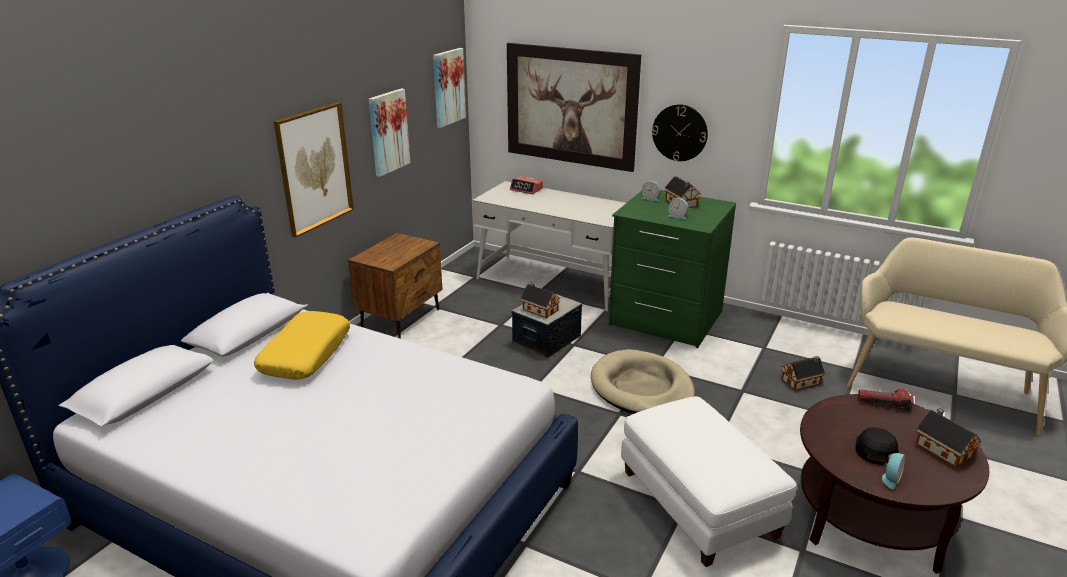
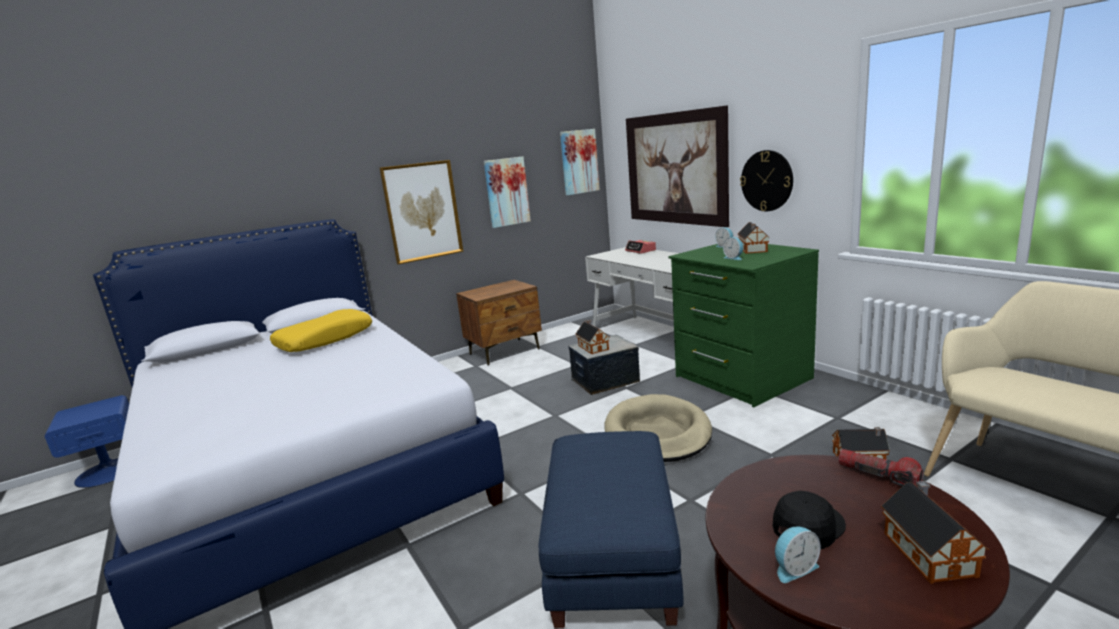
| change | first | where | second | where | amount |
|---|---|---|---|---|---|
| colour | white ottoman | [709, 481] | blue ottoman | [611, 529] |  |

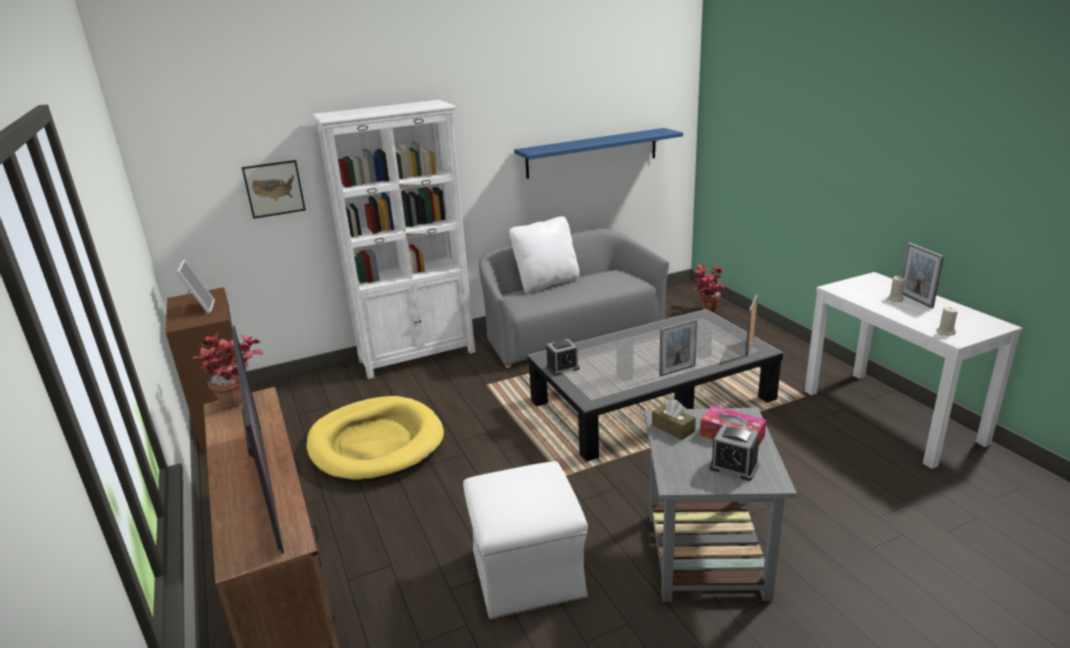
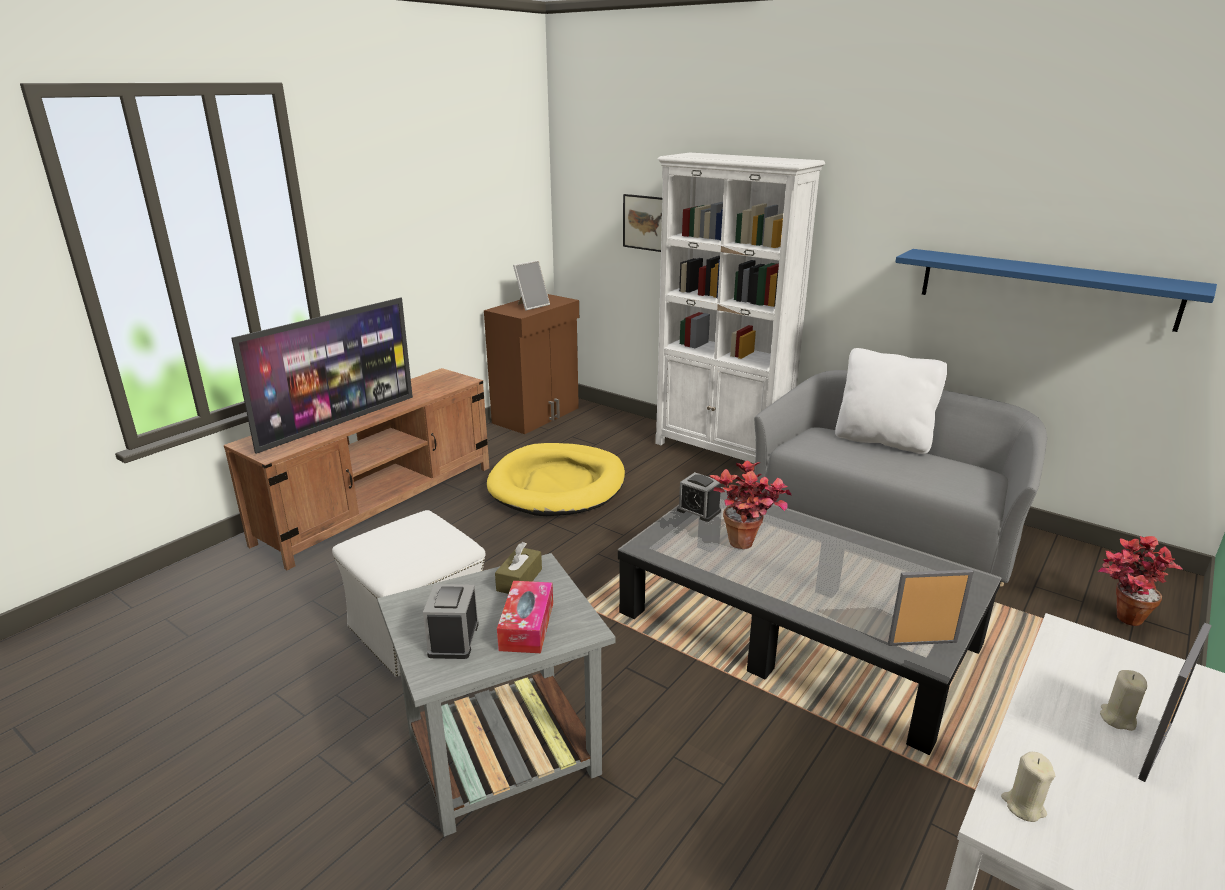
| change | first | where | second | where | amount |
|---|---|---|---|---|---|
| missing | picture frame | [678, 347] |  |  |  |
| relocated | potted plant | [228, 370] |  | [750, 504] |  |

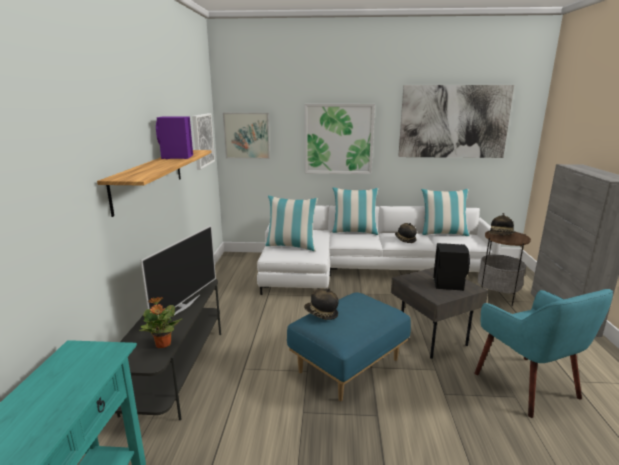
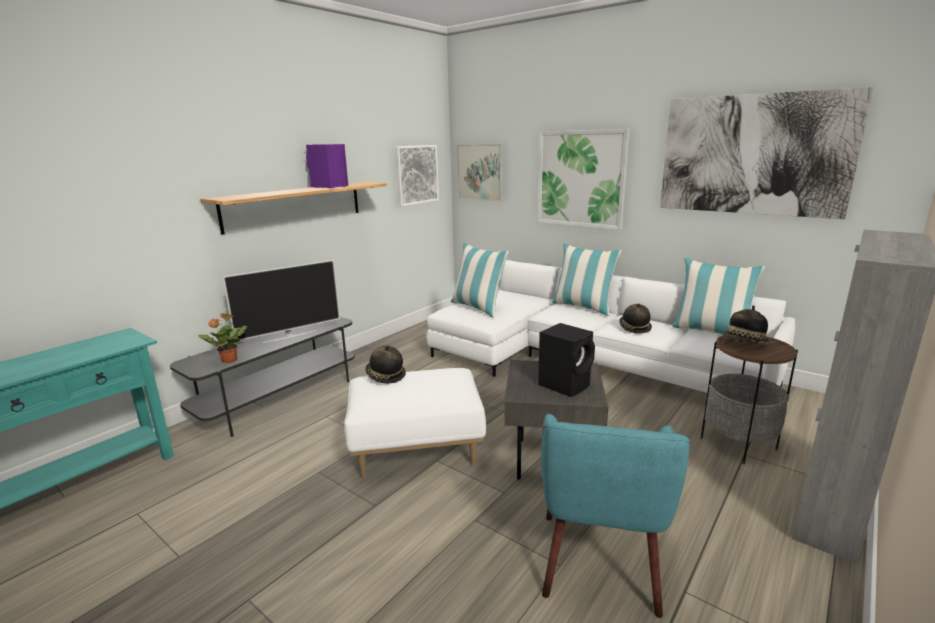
| change | first | where | second | where | amount |
|---|---|---|---|---|---|
| colour | blue ottoman | [349, 346] | white ottoman | [415, 423] |  |

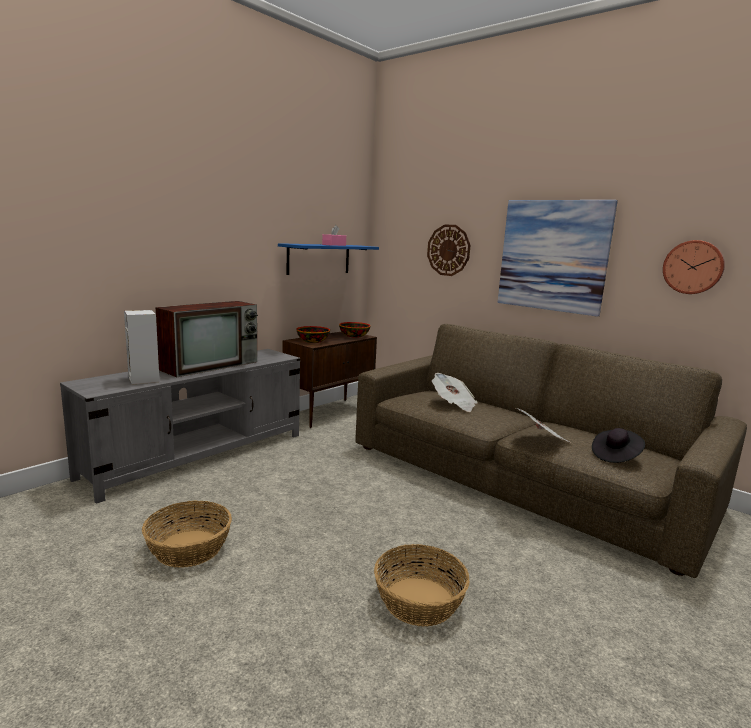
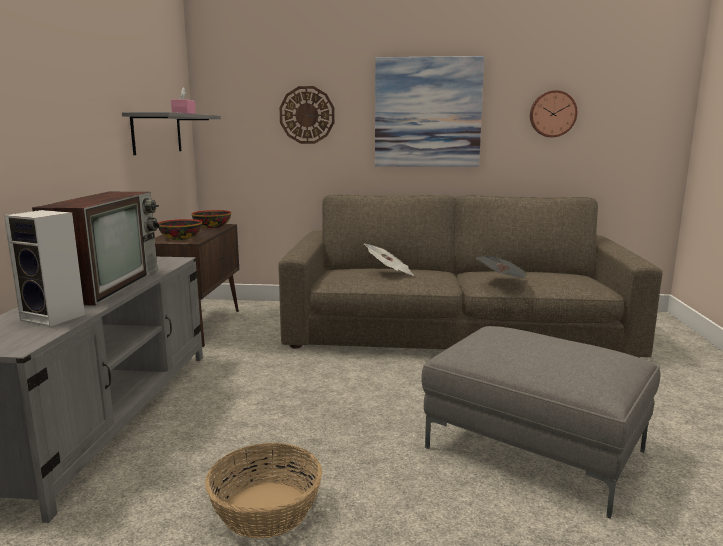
| change | first | where | second | where | amount |
|---|---|---|---|---|---|
| colour | blue shelf | [328, 259] | grey shelf | [171, 133] |  |
| missing | black hat | [618, 445] |  |  |  |
| exchanged | basket | [422, 585] | grey ottoman | [540, 422] |  |

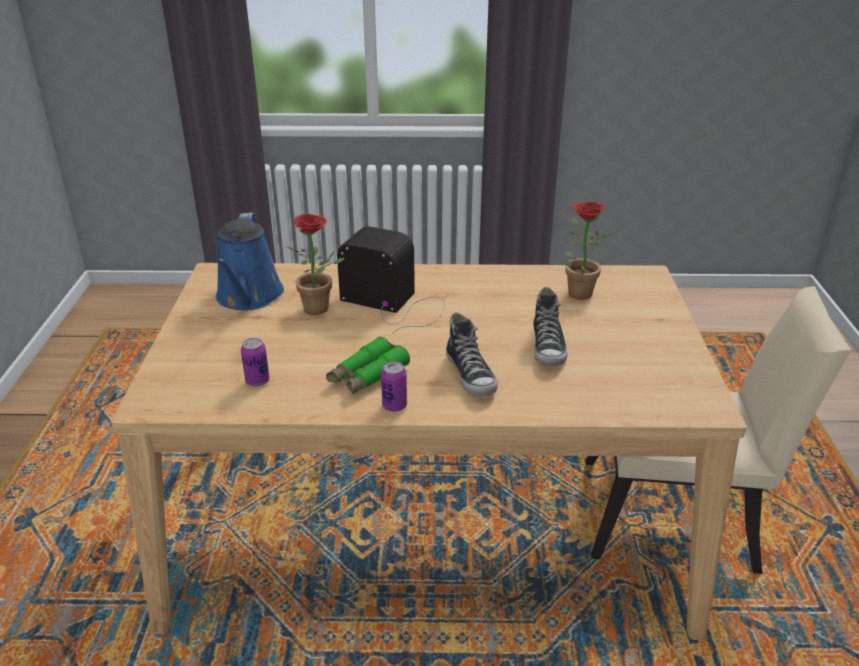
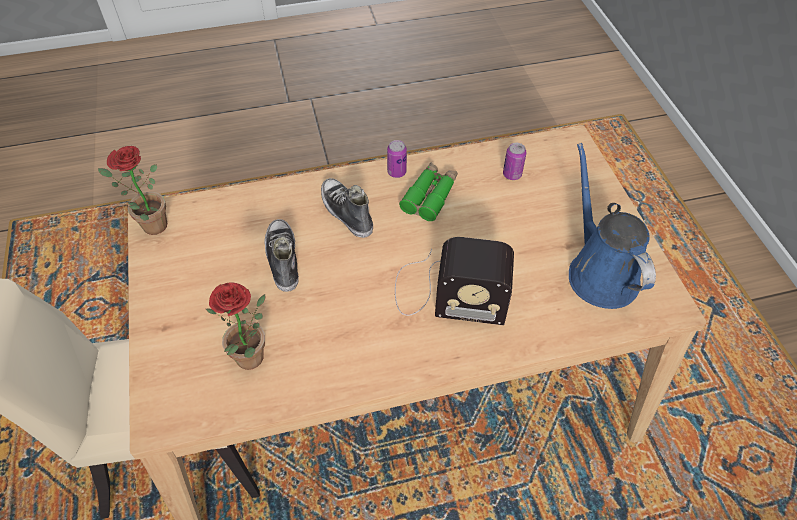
| change | first | where | second | where | amount |
|---|---|---|---|---|---|
| relocated | potted plant | [315, 264] |  | [132, 190] |  |

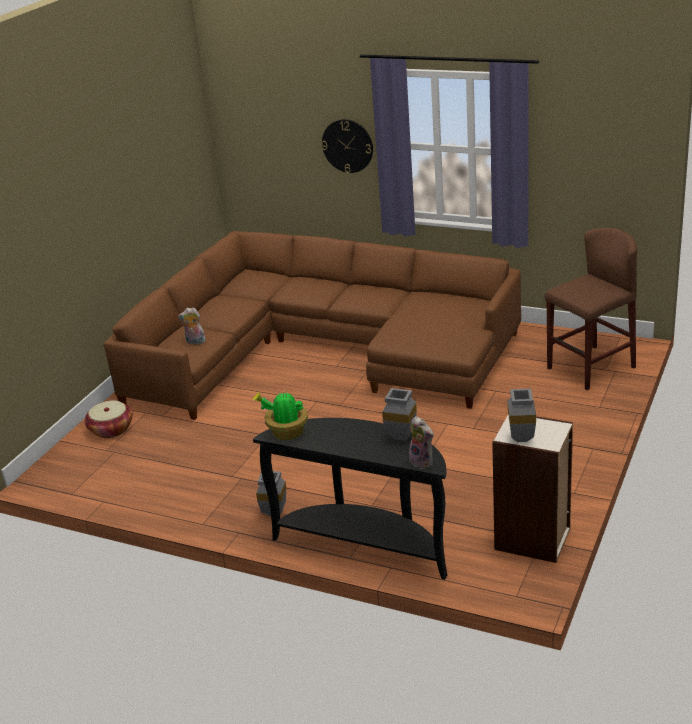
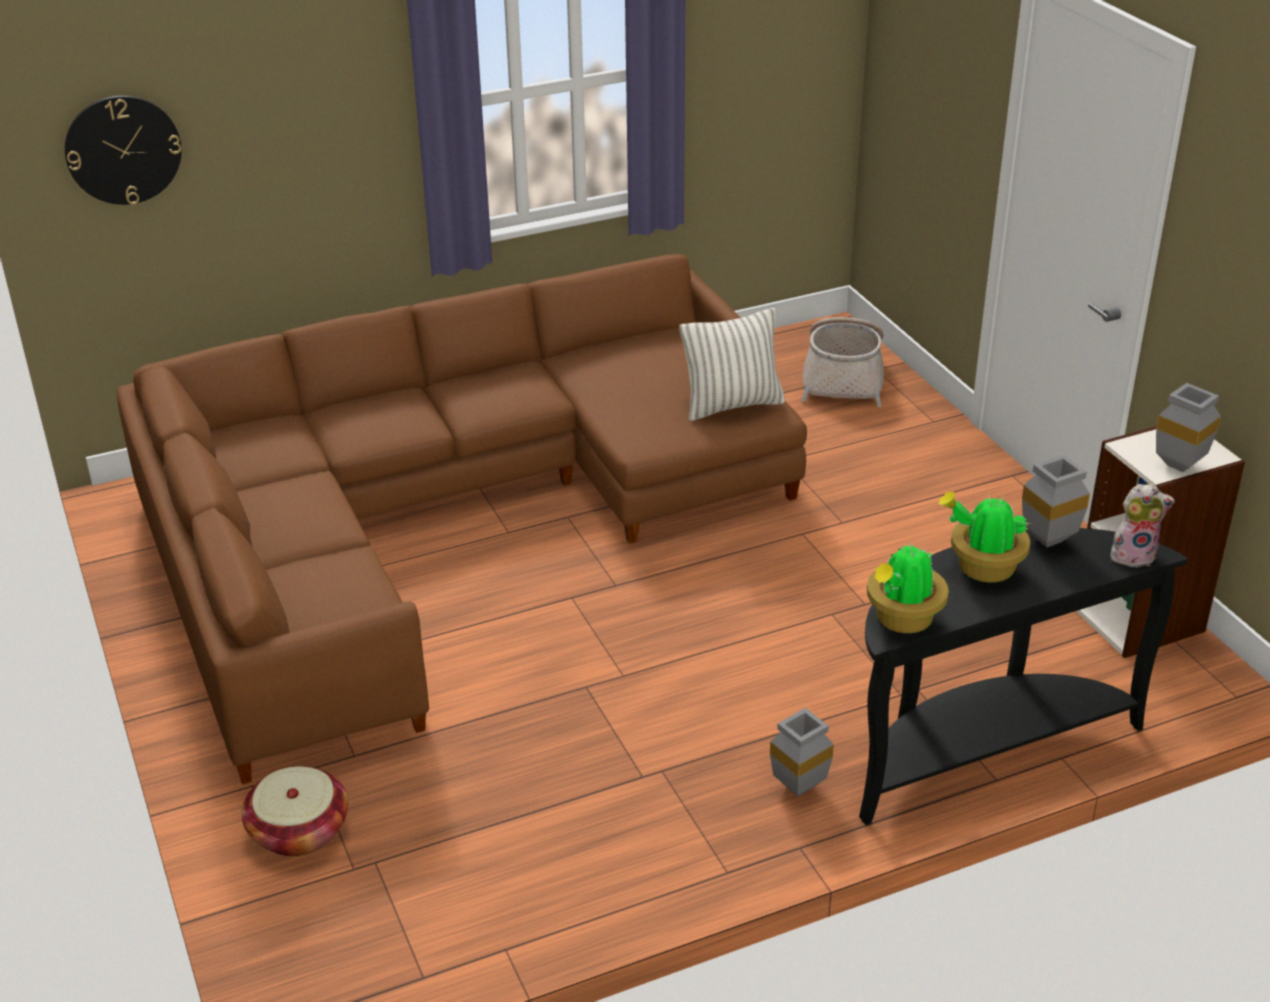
| change | first | where | second | where | amount |
|---|---|---|---|---|---|
| relocated | wall clock | [347, 146] |  | [123, 150] |  |
| exchanged | brown stool | [591, 309] | basket | [842, 362] |  |
| missing | plush toy | [192, 326] |  |  |  |
| appeared |  |  | pillow | [732, 364] |  |
| appeared |  |  | potted plant | [984, 537] |  |

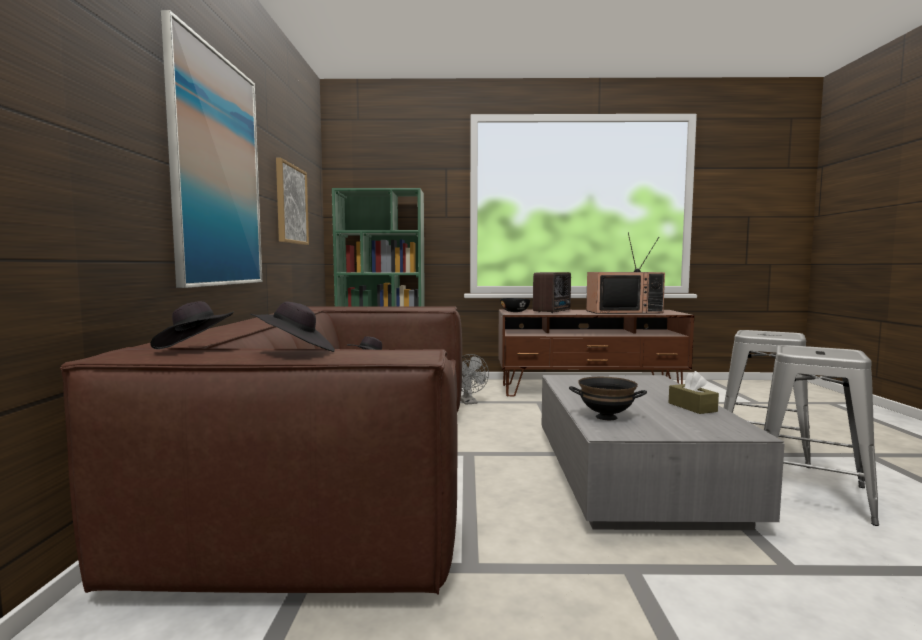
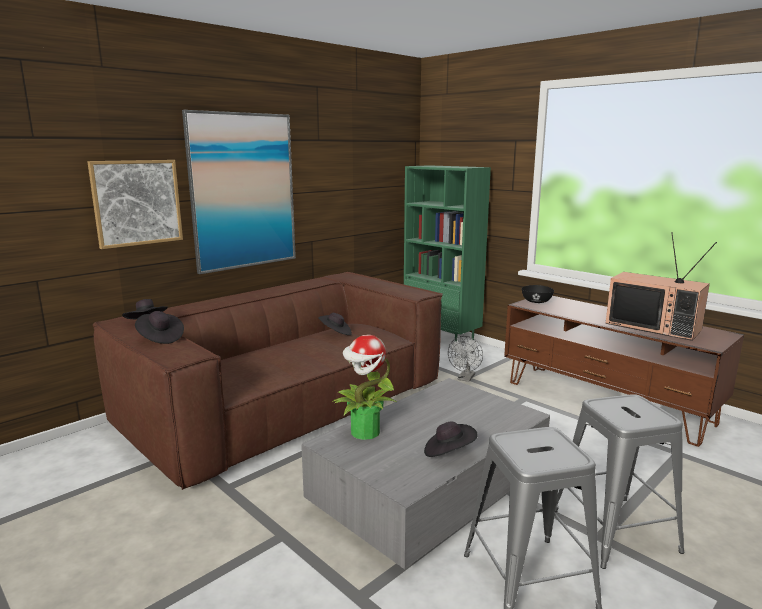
| change | first | where | second | where | amount |
|---|---|---|---|---|---|
| relocated | picture | [292, 201] |  | [135, 204] |  |
| missing | radio | [552, 292] |  |  |  |
| exchanged | brown tissue box | [694, 392] | black hat | [451, 439] |  |
| exchanged | black bowl | [608, 398] | potted plant | [364, 387] |  |

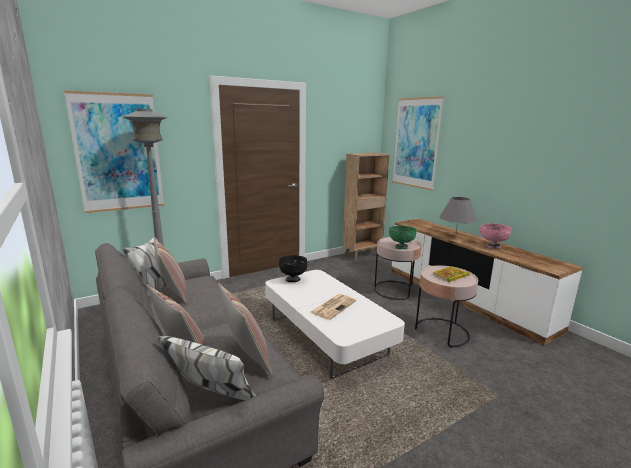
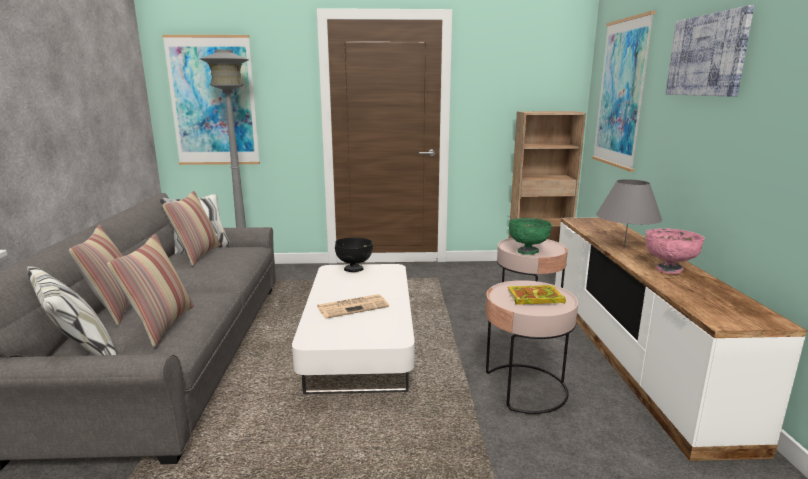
| change | first | where | second | where | amount |
|---|---|---|---|---|---|
| appeared |  |  | picture | [709, 50] |  |

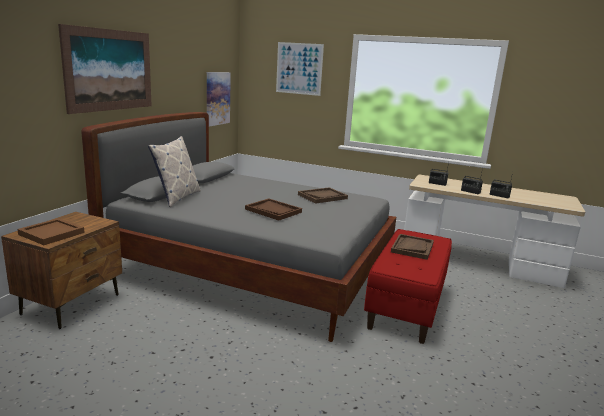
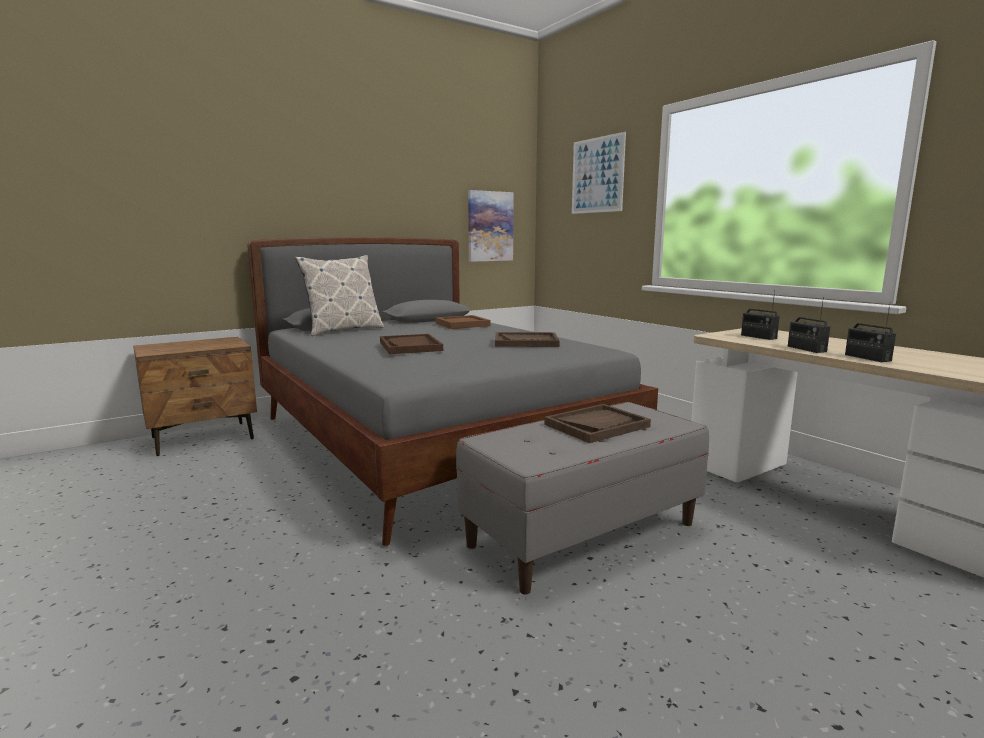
| change | first | where | second | where | amount |
|---|---|---|---|---|---|
| missing | picture | [105, 69] |  |  |  |
| relocated | brown tray | [51, 231] |  | [463, 322] |  |
| colour | red bench | [408, 286] | grey bench | [582, 498] |  |

